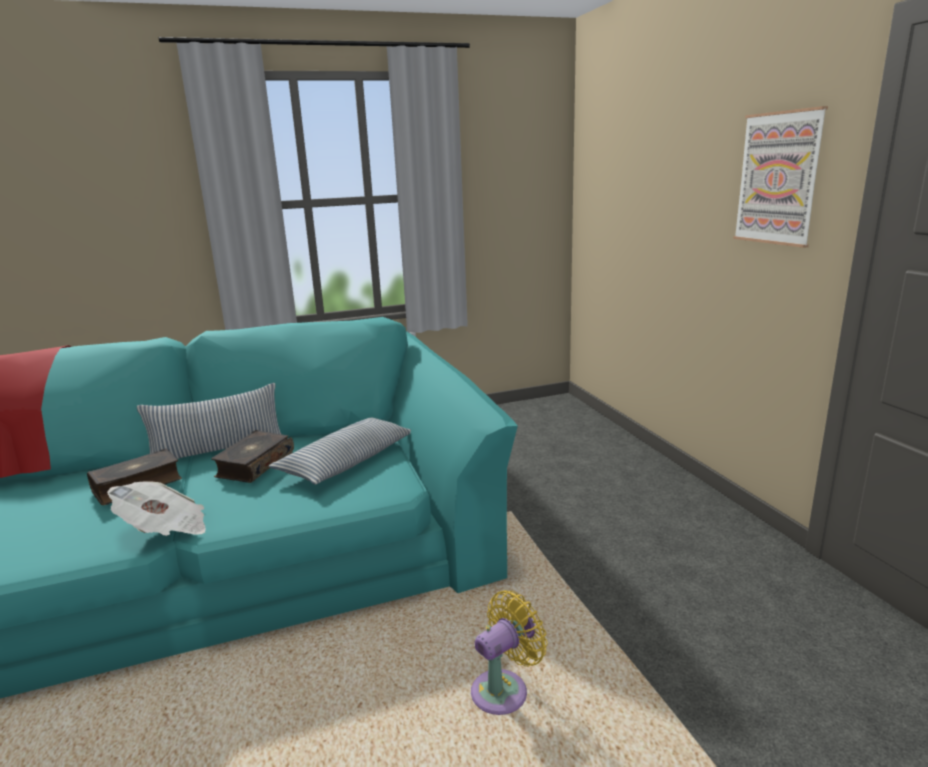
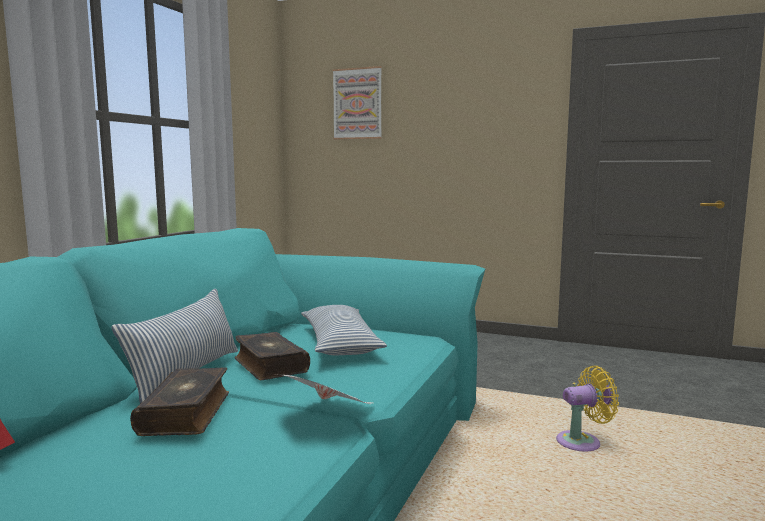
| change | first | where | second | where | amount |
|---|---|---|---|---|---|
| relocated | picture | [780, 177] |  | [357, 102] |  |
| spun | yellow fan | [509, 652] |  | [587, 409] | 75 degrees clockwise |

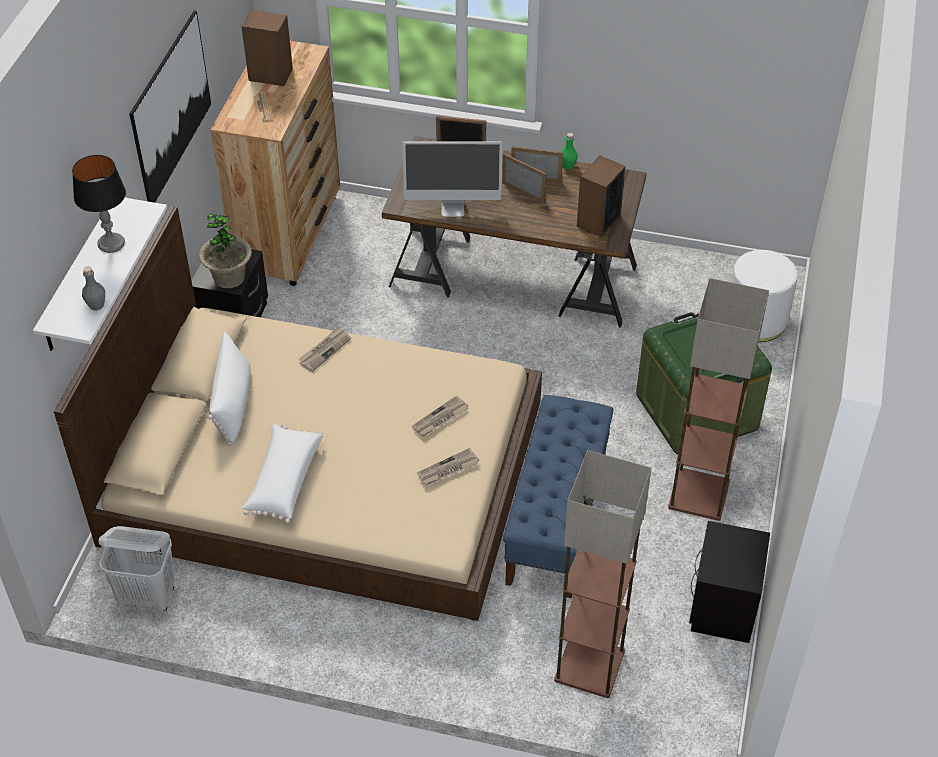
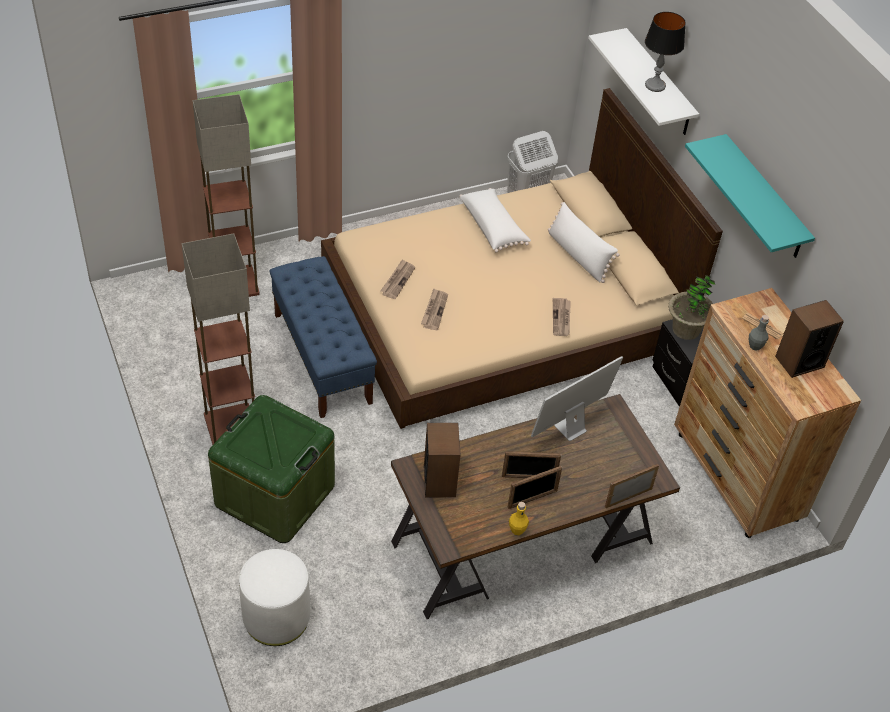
| change | first | where | second | where | amount |
|---|---|---|---|---|---|
| exchanged | picture | [170, 107] | turquoise shelf | [750, 196] |  |
| colour | green bottle | [569, 151] | yellow bottle | [519, 518] |  |
| relocated | grey bottle | [93, 288] |  | [759, 333] |  |
| missing | black nightstand | [729, 582] |  |  |  |

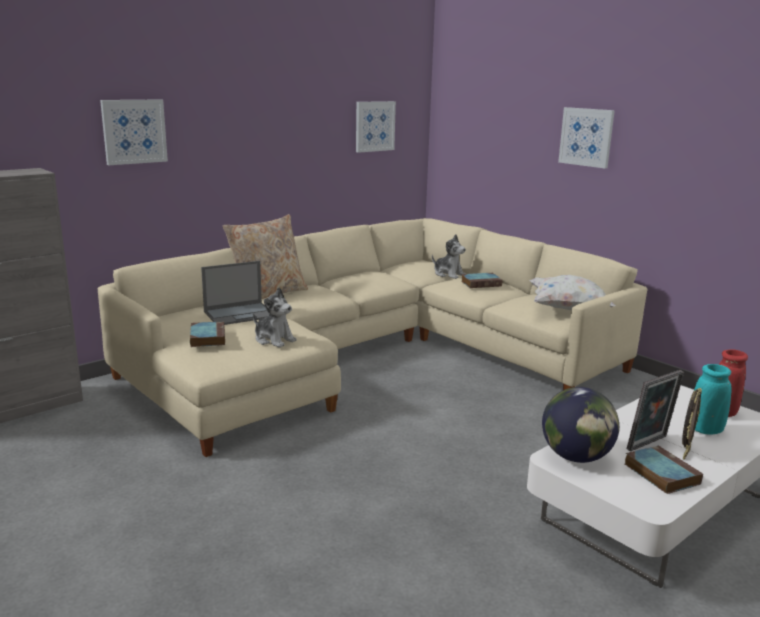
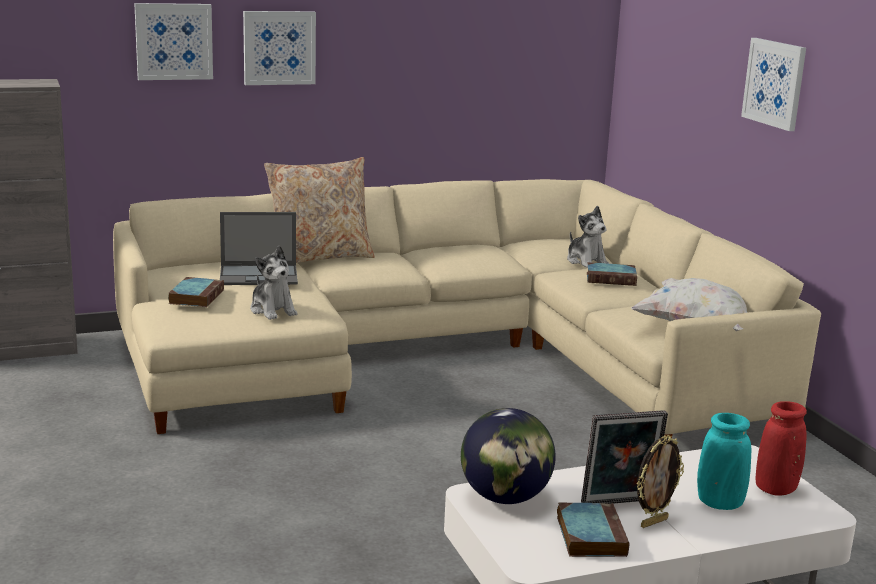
| change | first | where | second | where | amount |
|---|---|---|---|---|---|
| relocated | picture | [376, 127] |  | [279, 48] |  |

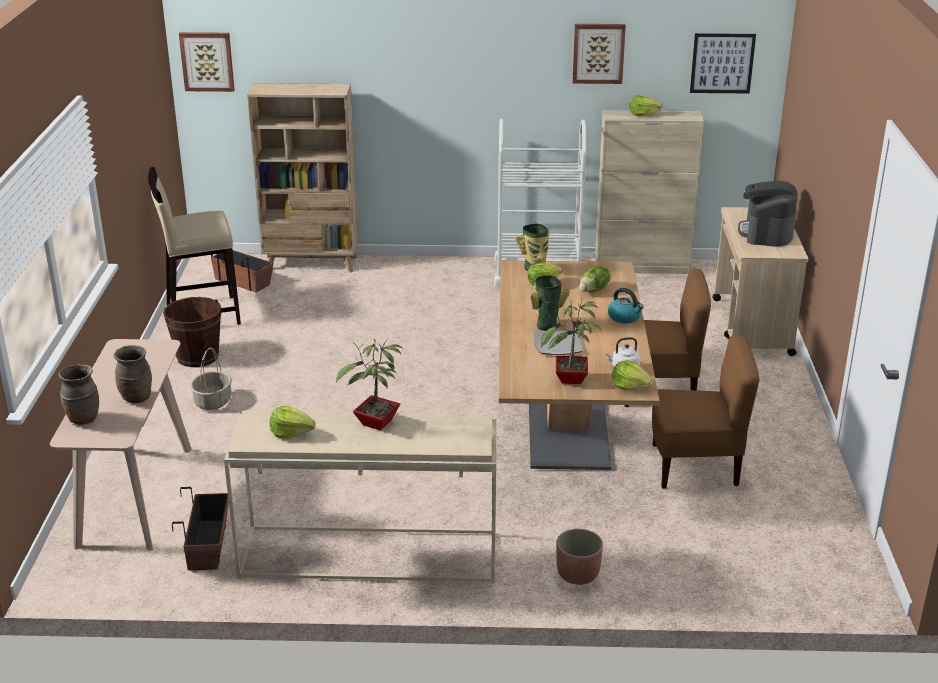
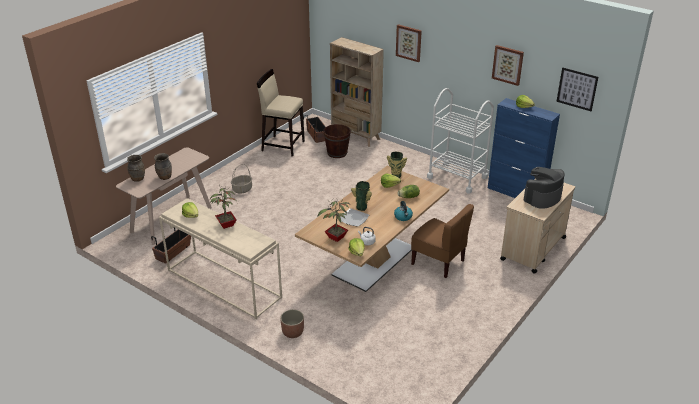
| change | first | where | second | where | amount |
|---|---|---|---|---|---|
| relocated | picture | [207, 62] |  | [409, 43] |  |
| colour | beige cabinet | [649, 192] | blue cabinet | [524, 148] |  |
| relocated | brown bucket | [192, 332] |  | [337, 141] |  |
| missing | brown chair | [706, 411] |  |  |  |

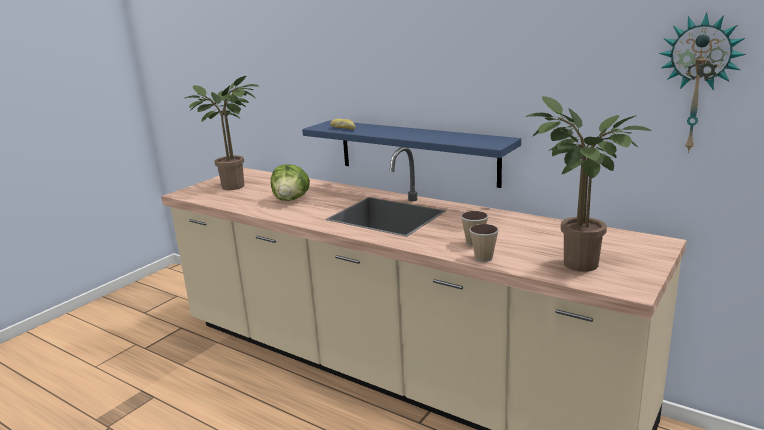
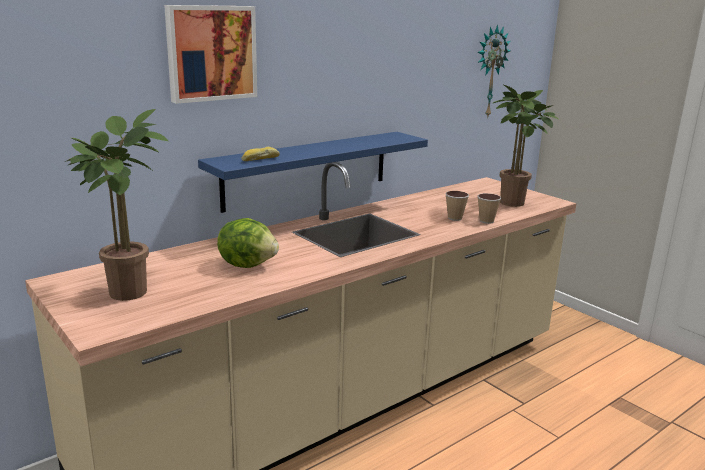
| change | first | where | second | where | amount |
|---|---|---|---|---|---|
| appeared |  |  | picture | [210, 54] |  |

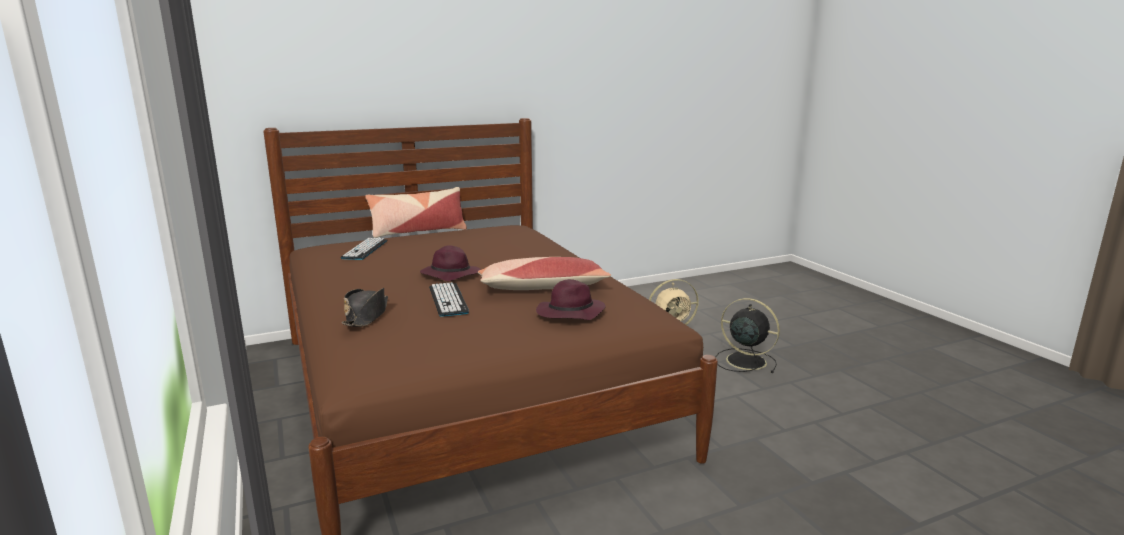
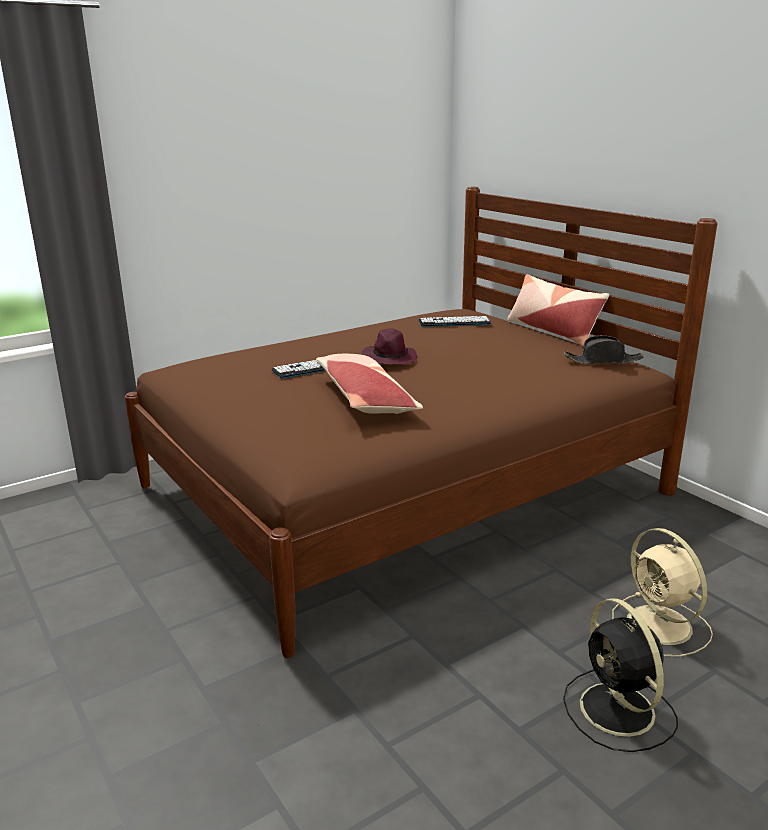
| change | first | where | second | where | amount |
|---|---|---|---|---|---|
| missing | purple hat | [571, 299] |  |  |  |
| relocated | black hat | [365, 307] |  | [604, 349] |  |
| spun | black fan | [748, 335] |  | [620, 675] | 135 degrees clockwise |

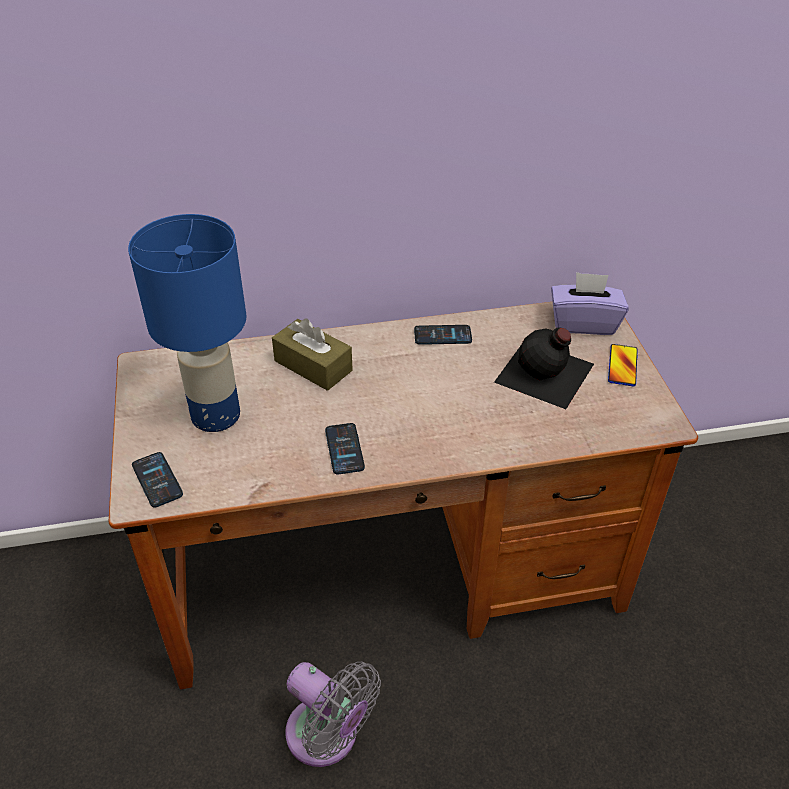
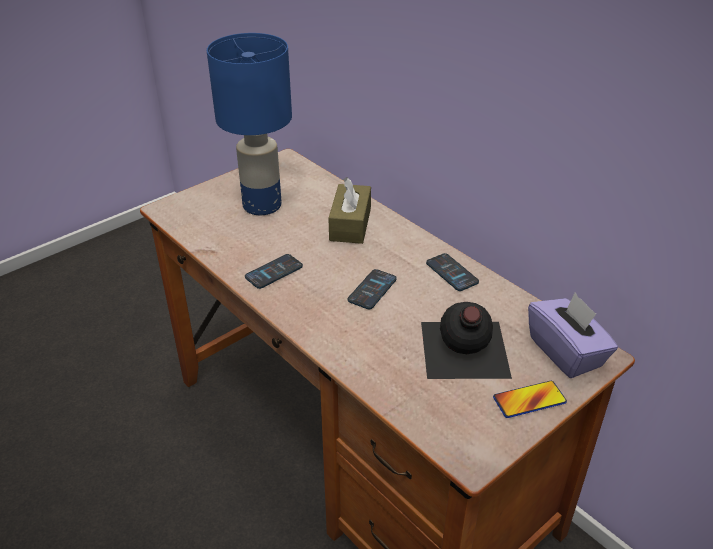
| change | first | where | second | where | amount |
|---|---|---|---|---|---|
| relocated | phone | [157, 479] |  | [372, 289] |  |
| missing | grey fan | [333, 714] |  |  |  |

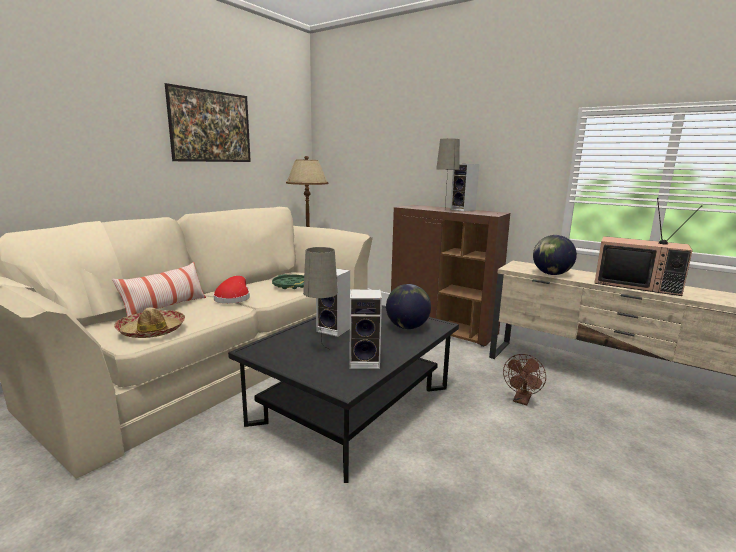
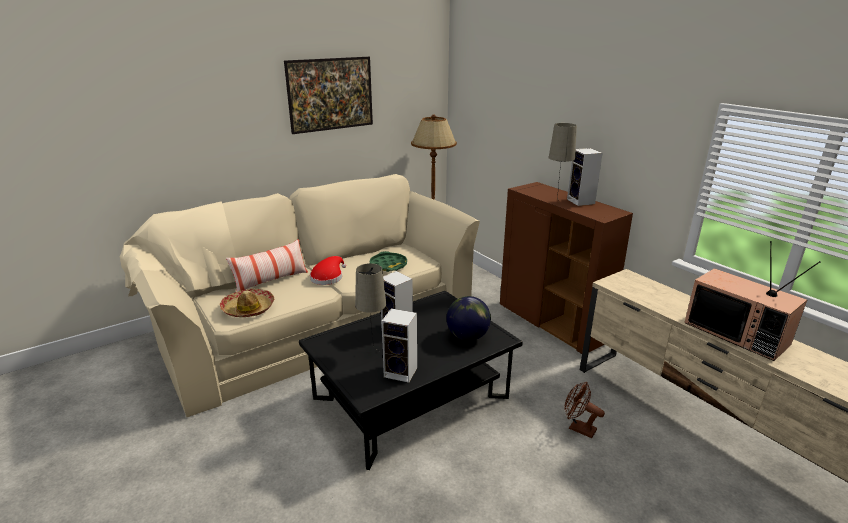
| change | first | where | second | where | amount |
|---|---|---|---|---|---|
| missing | globe | [555, 255] |  |  |  |
| spun | brown fan | [524, 380] |  | [584, 410] | 75 degrees clockwise |

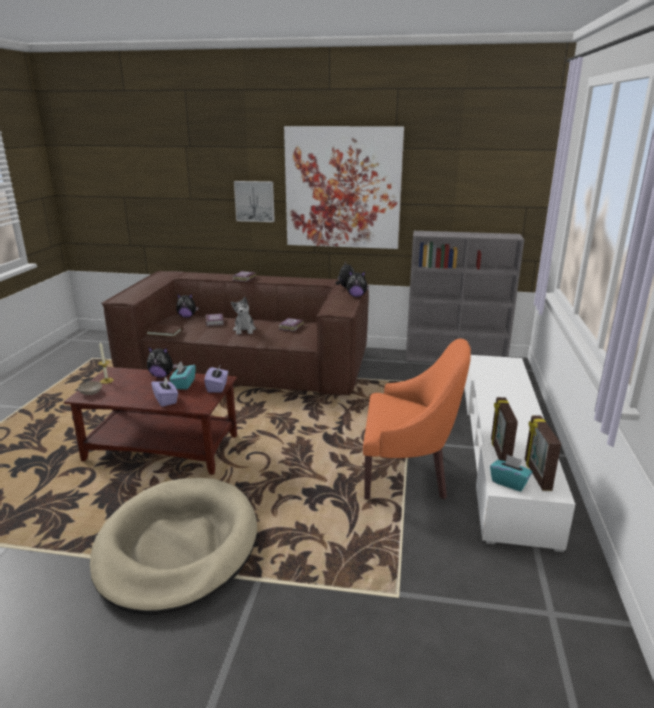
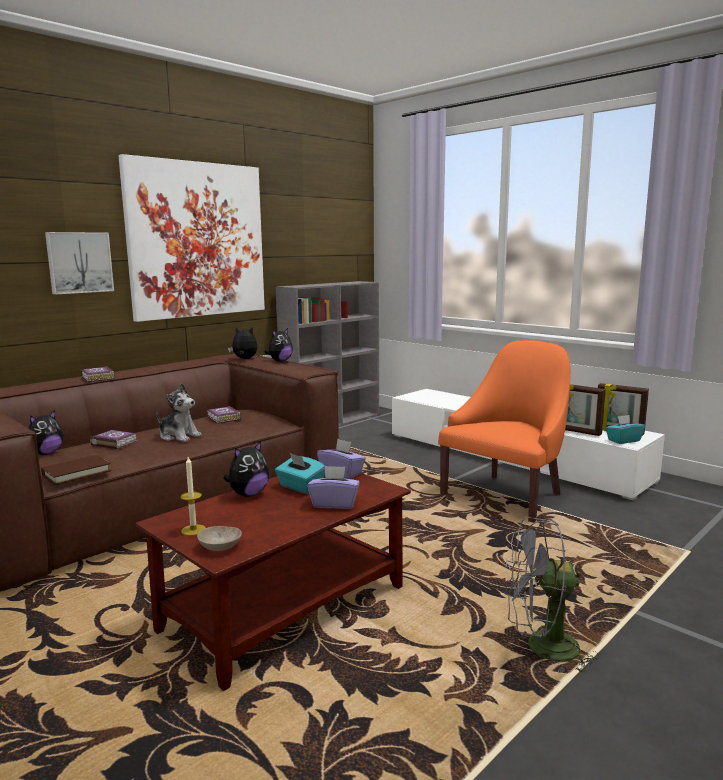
| change | first | where | second | where | amount |
|---|---|---|---|---|---|
| exchanged | beige dog bed | [173, 546] | grey fan | [551, 595] |  |

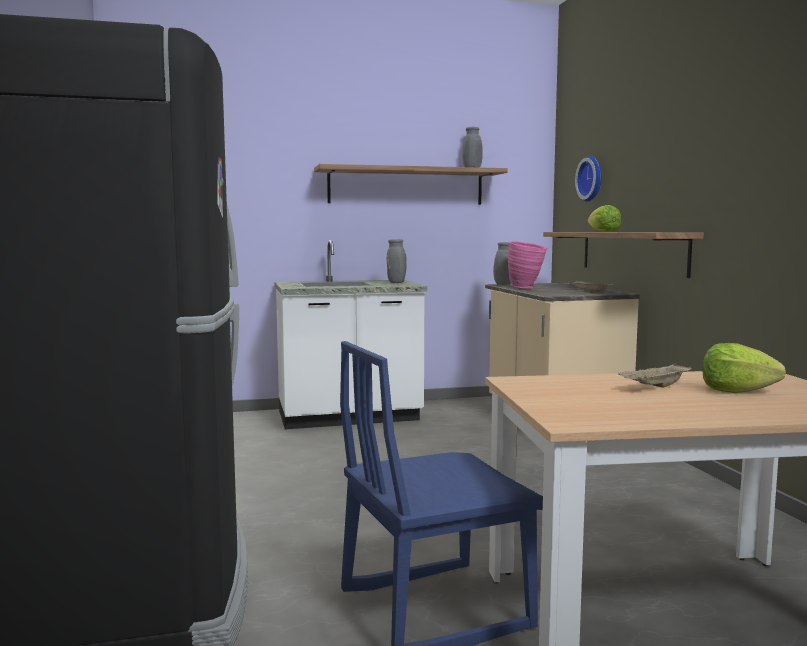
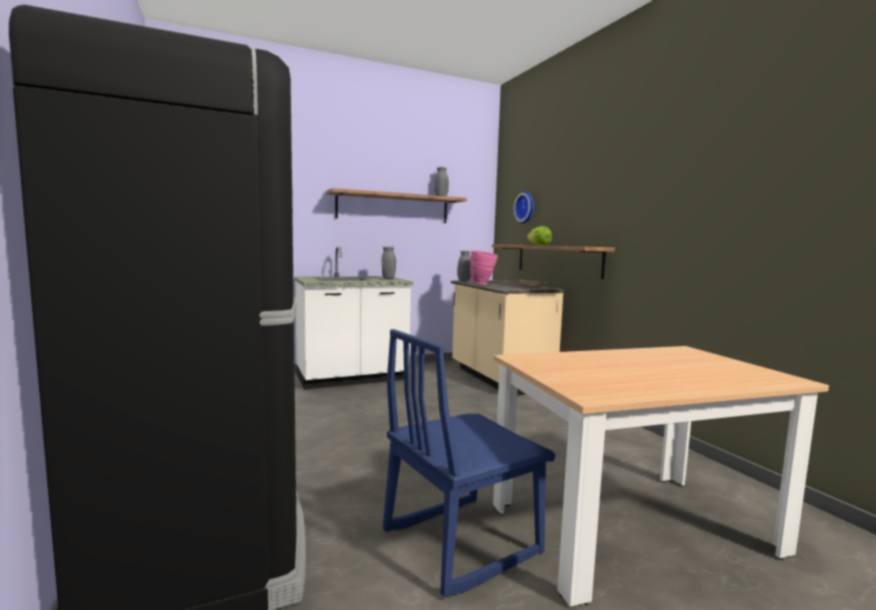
| change | first | where | second | where | amount |
|---|---|---|---|---|---|
| missing | lettuce | [744, 368] |  |  |  |
| missing | beige tray | [655, 375] |  |  |  |

